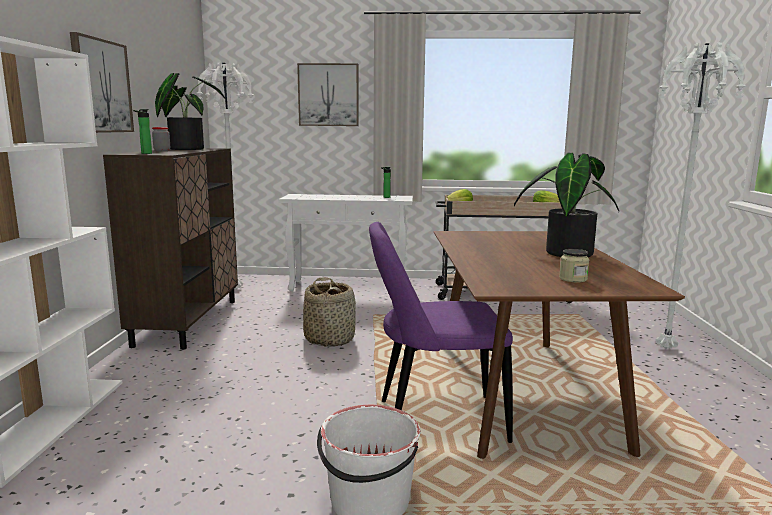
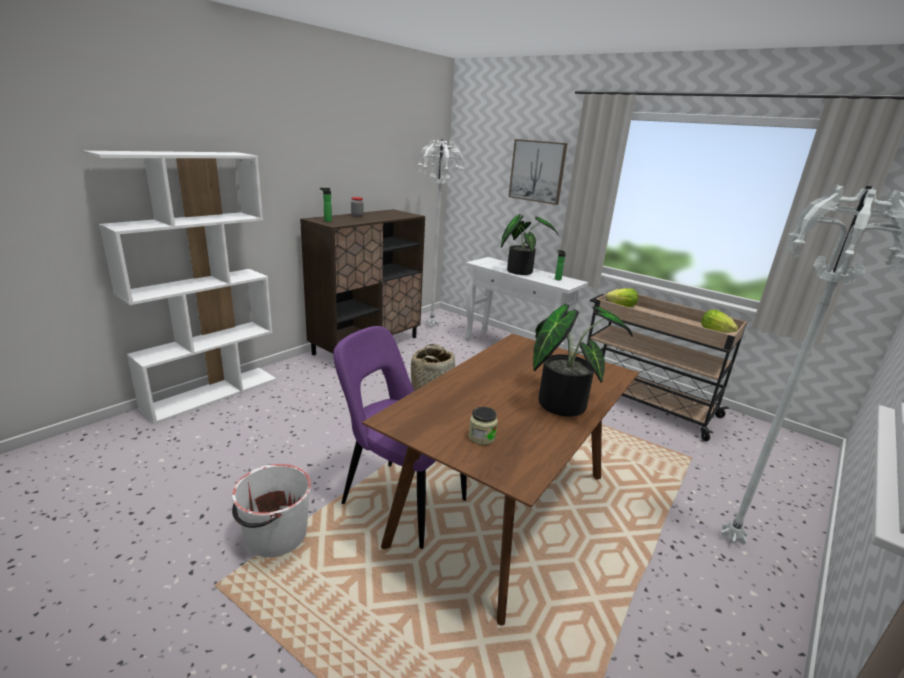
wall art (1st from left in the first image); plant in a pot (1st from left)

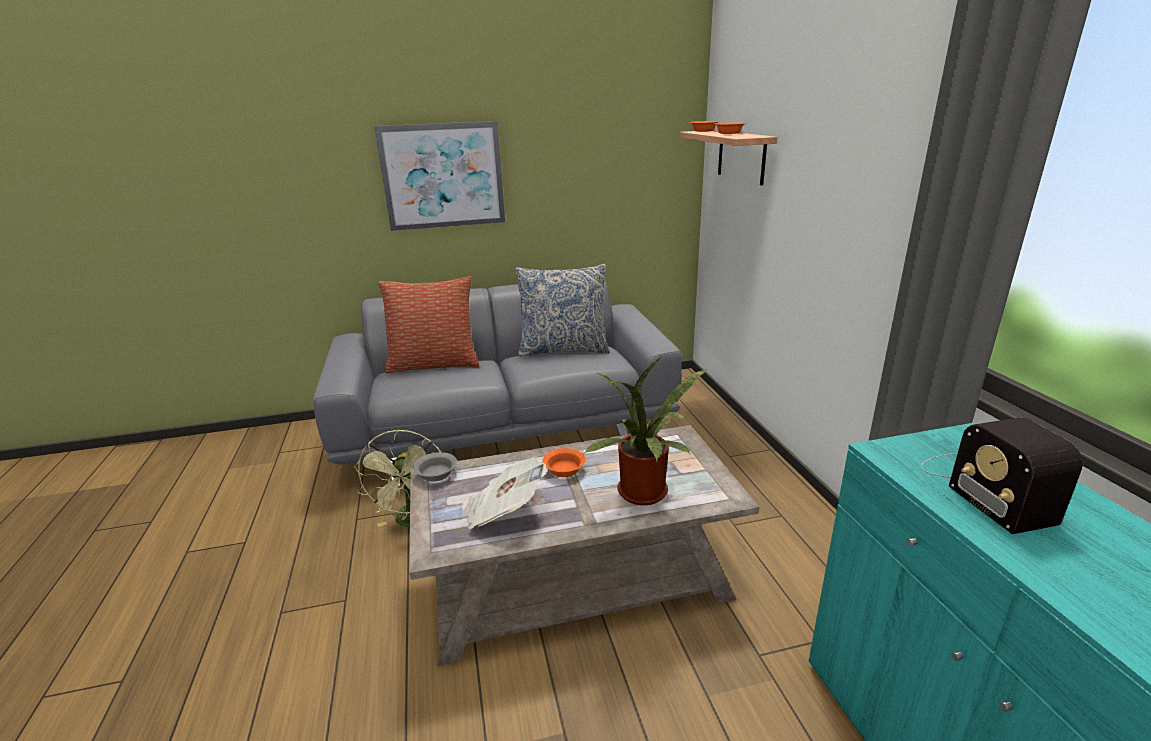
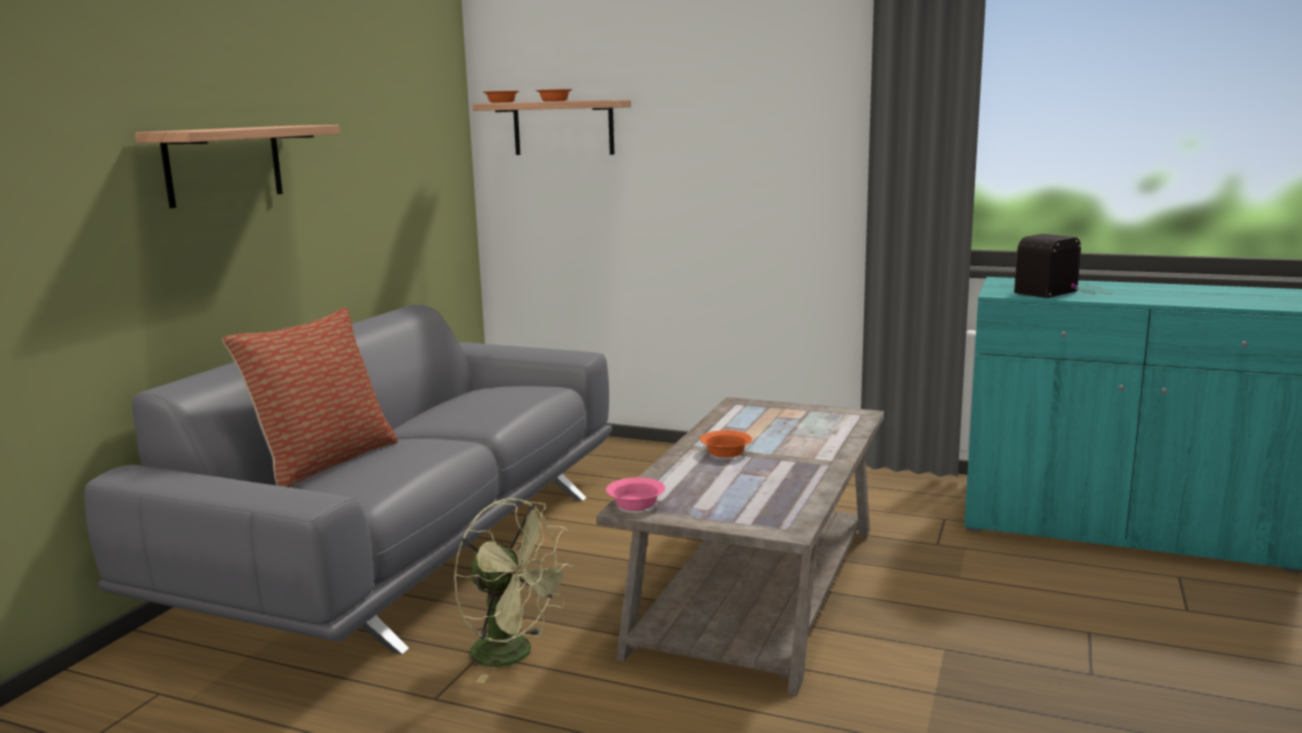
shelf (1st from left); pillow (2nd from left in the first image); plant in a pot; radio; pinkish serving bowl; printed paper

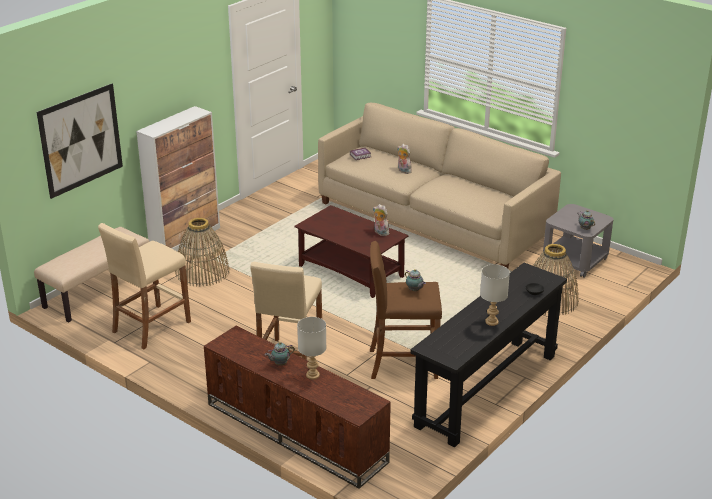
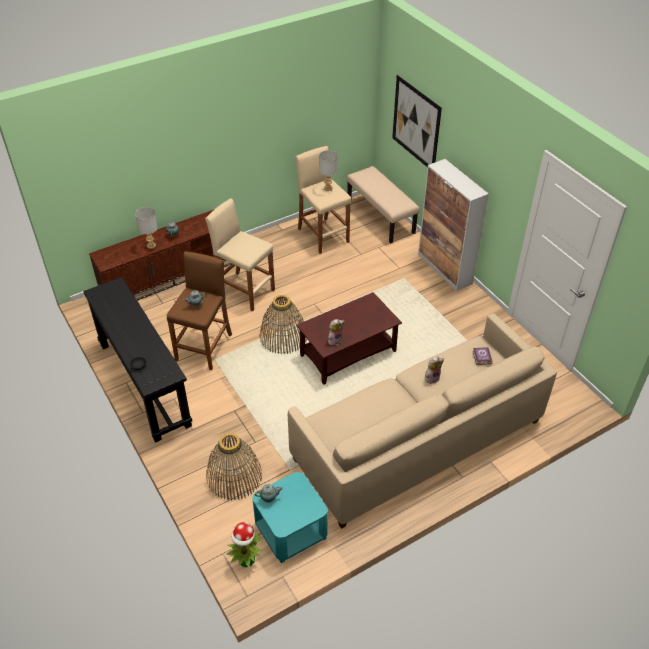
turquoise side table; household basket (2nd from left); greyish tabletop lamp (2nd from left); plant in a pot

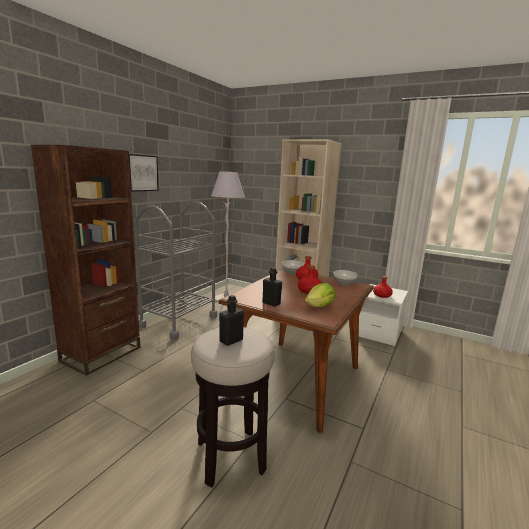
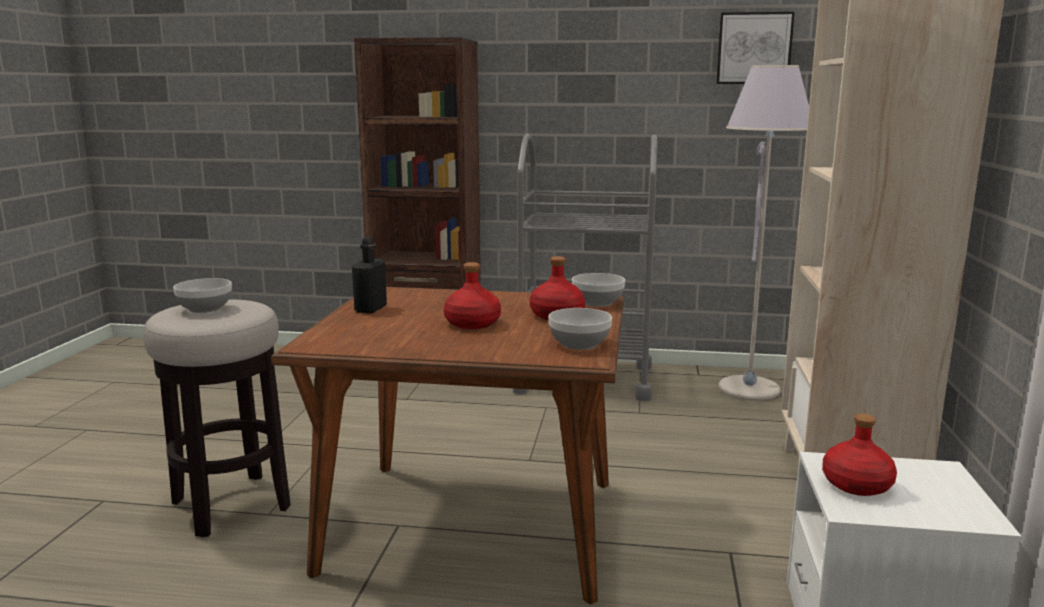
wall art; lettuce head; serving bowl (1st from left)

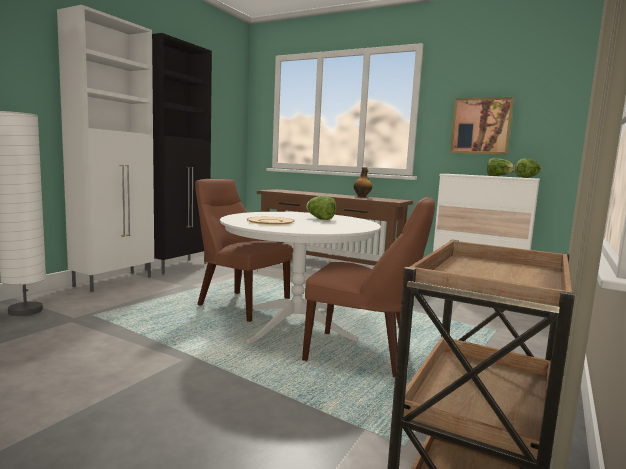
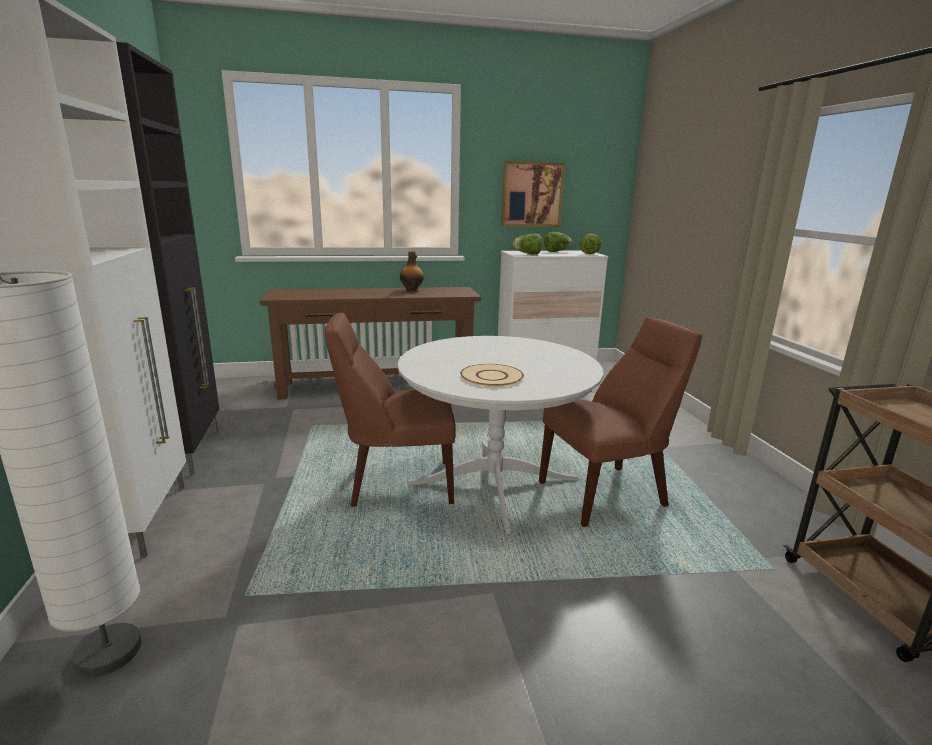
lettuce head (1st from left)

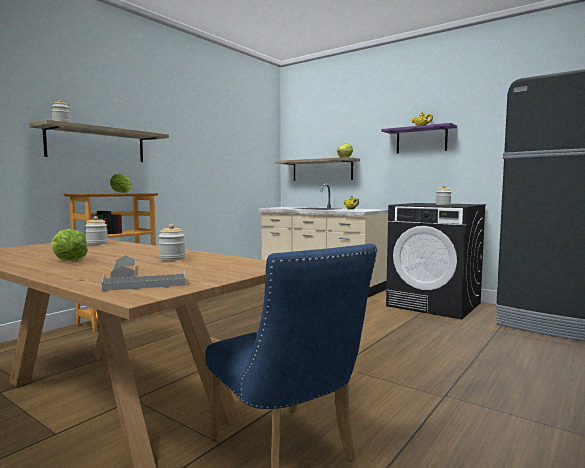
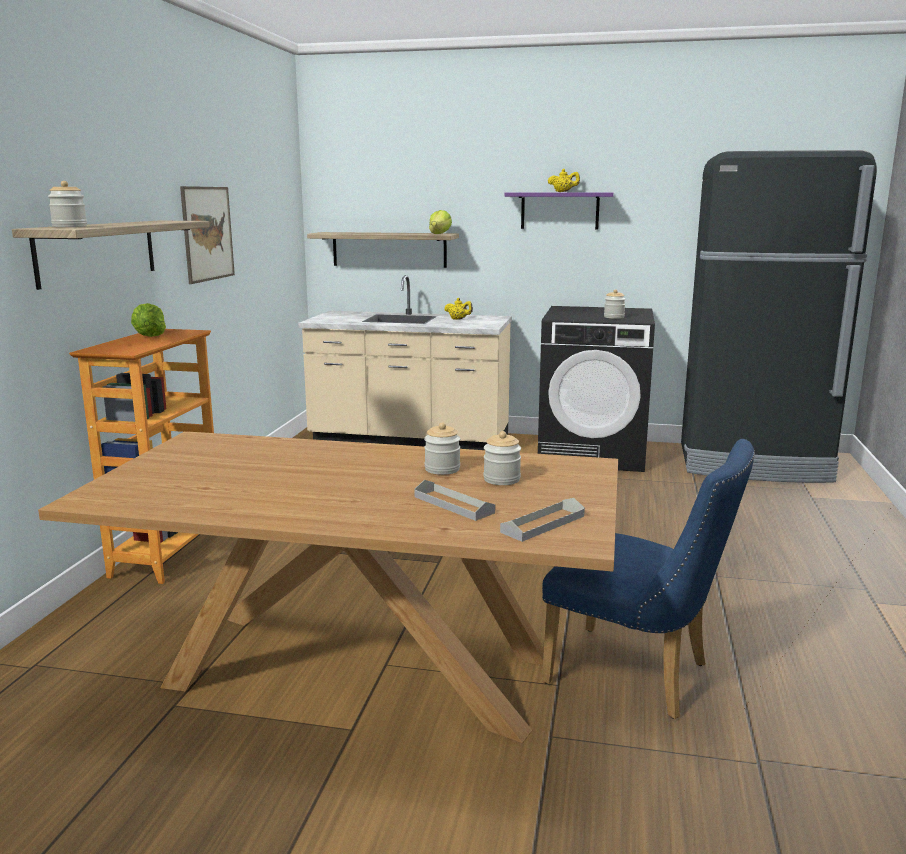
jar (3rd from left); lettuce head (1st from left in the first image); wall art

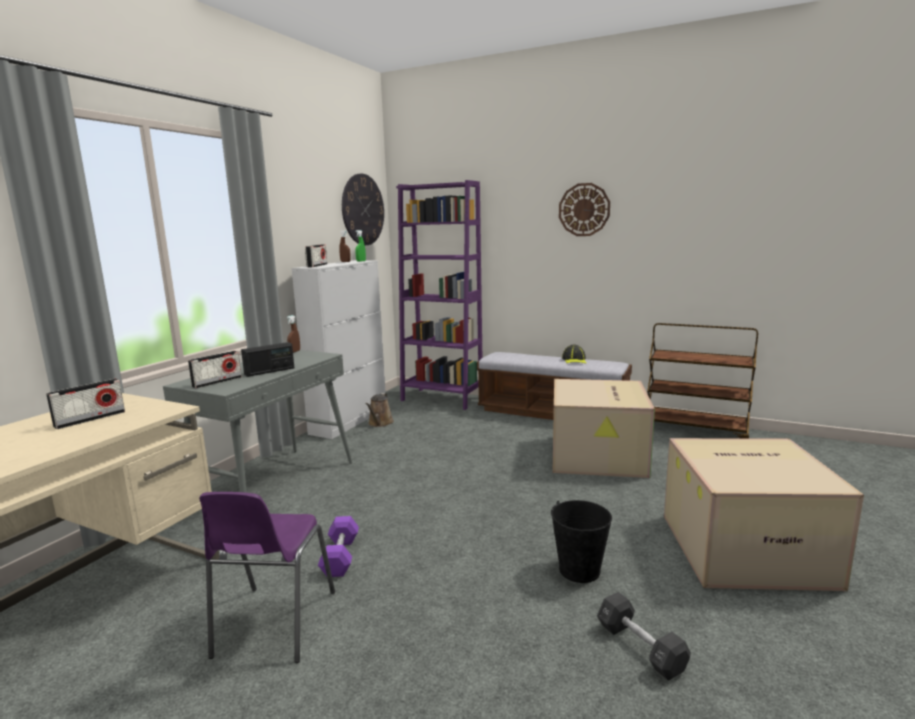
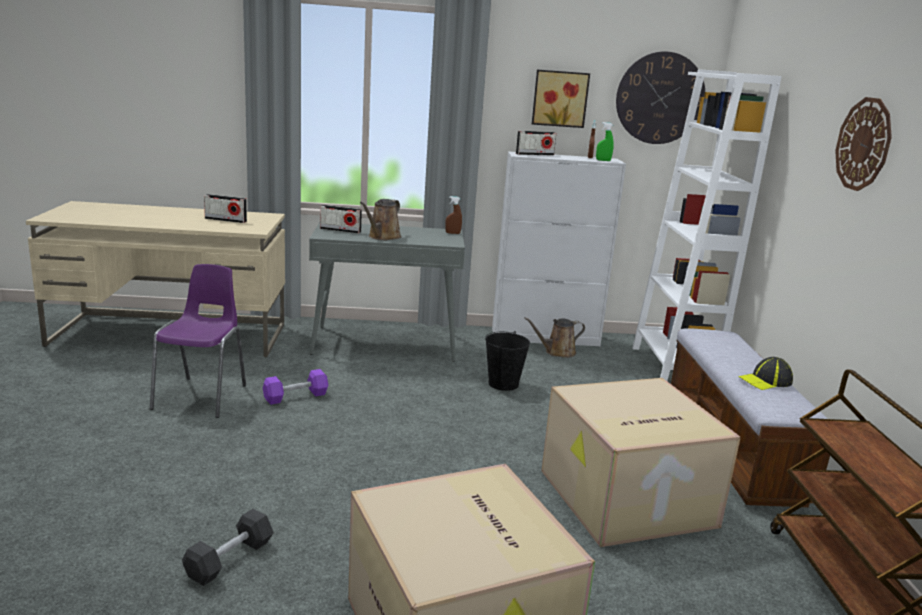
white-coloured bookcase; brownish sprinkling can (1st from left); purplish plain chair; black-coloured bucket; wall art

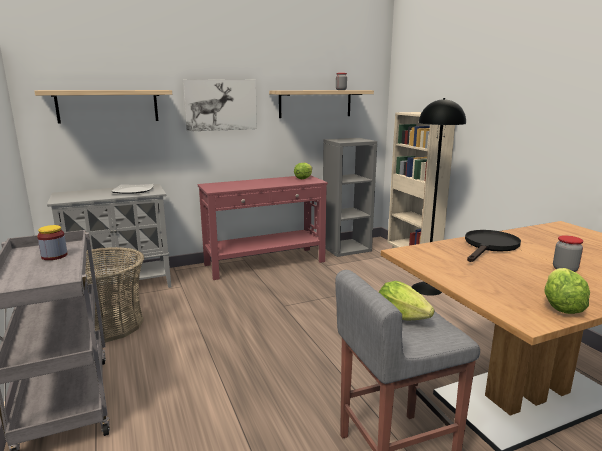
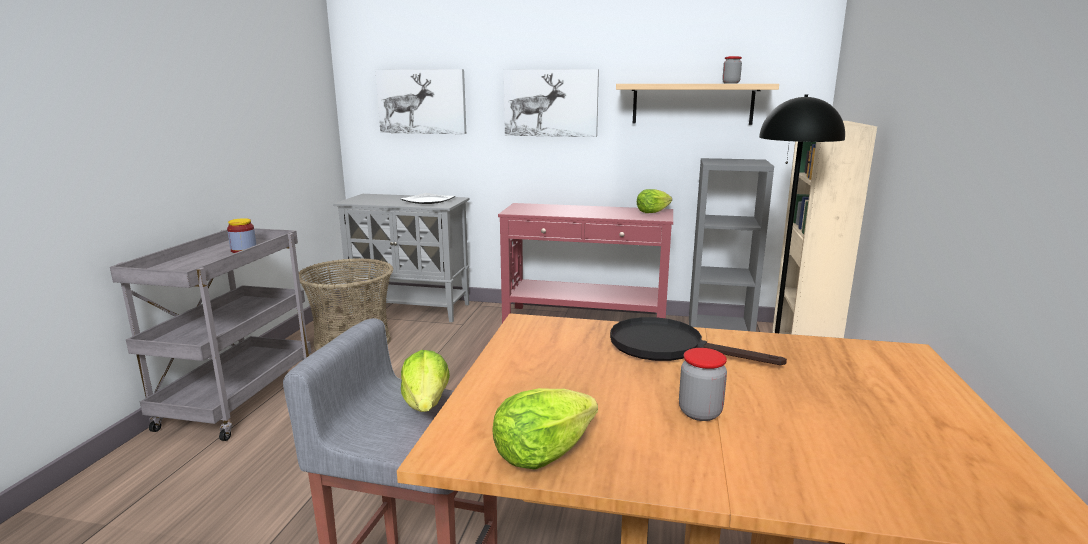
wall art (1st from left); black-coloured frying pan

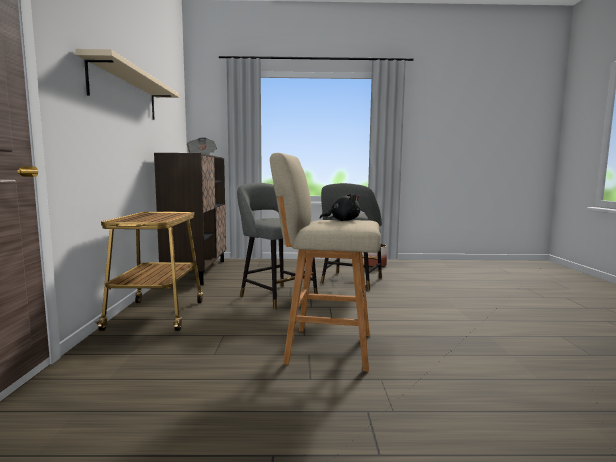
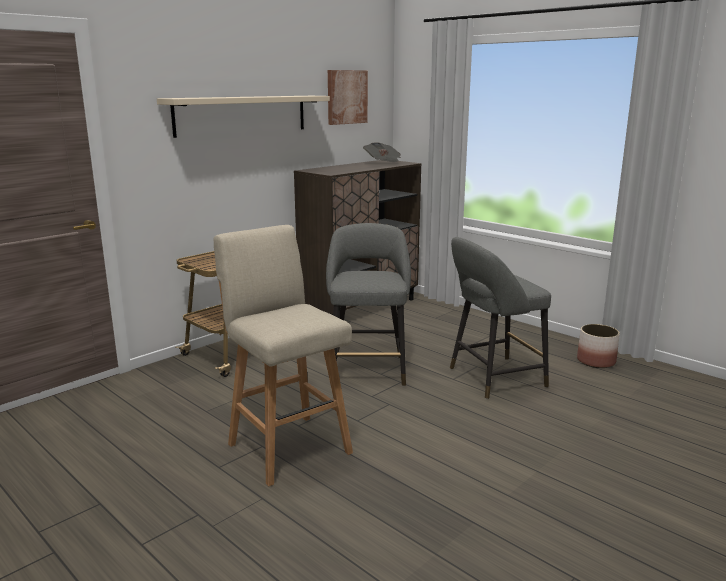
black-coloured plush toy; wall art

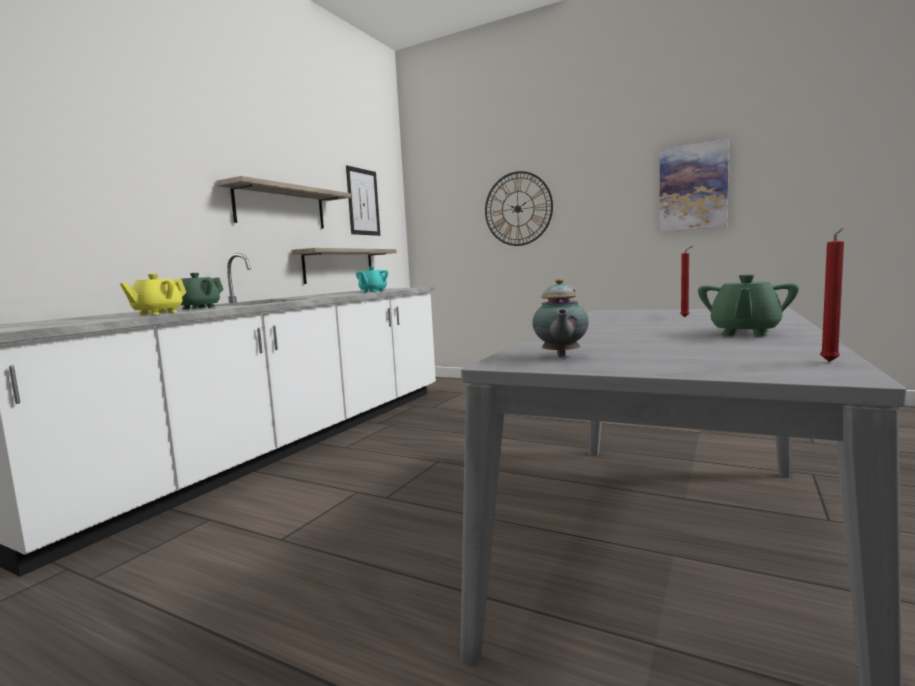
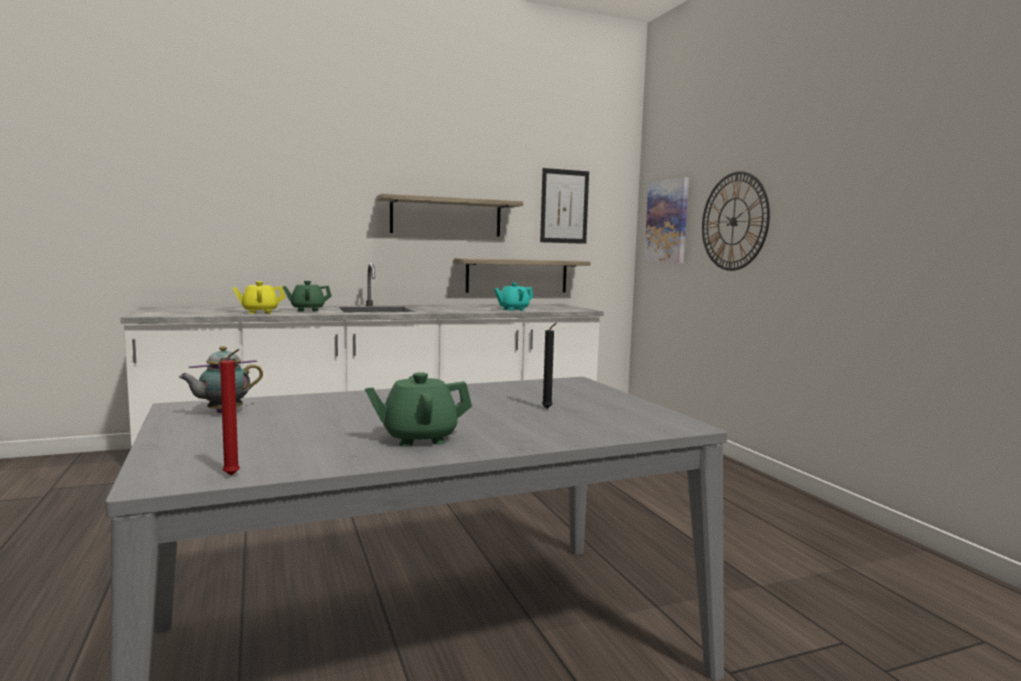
wall art (2nd from left); black-coloured candle

